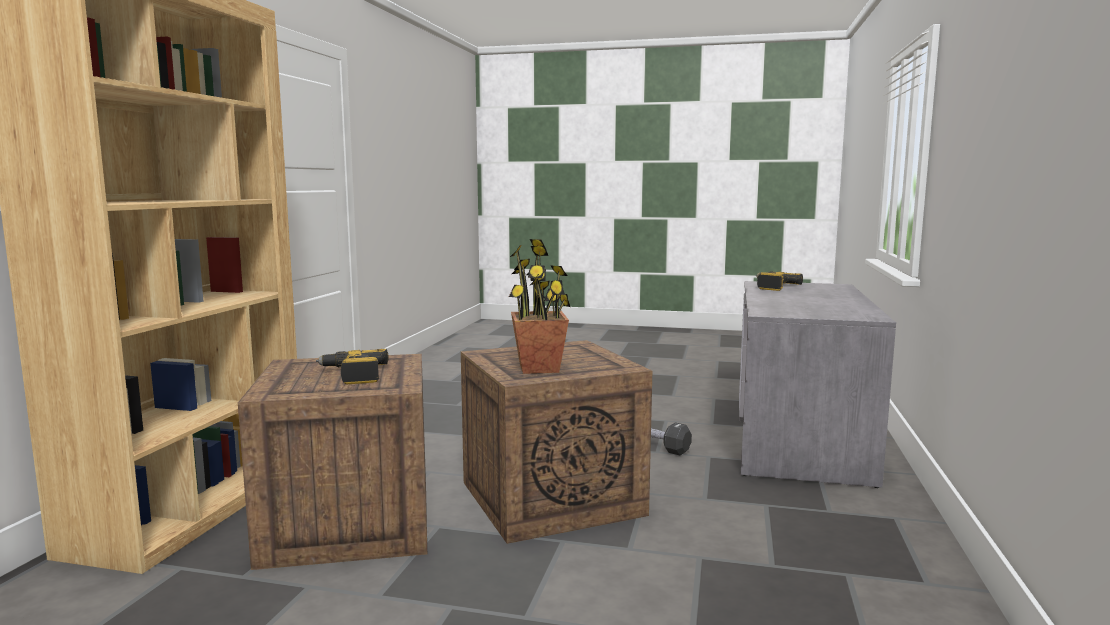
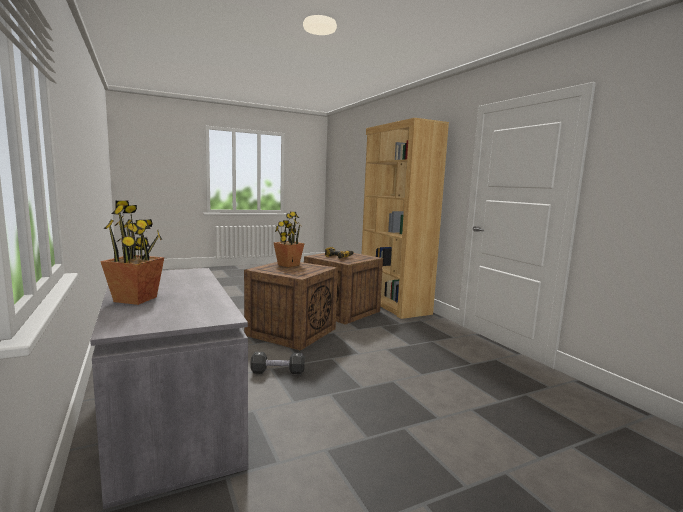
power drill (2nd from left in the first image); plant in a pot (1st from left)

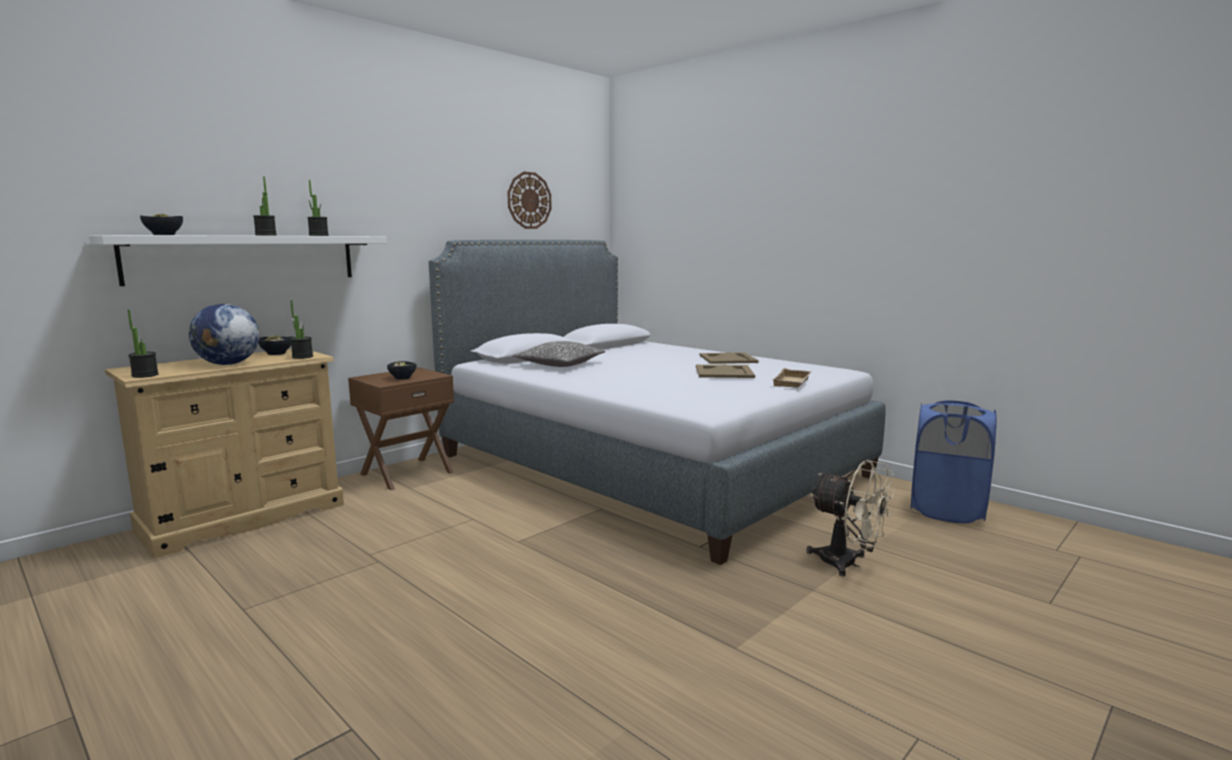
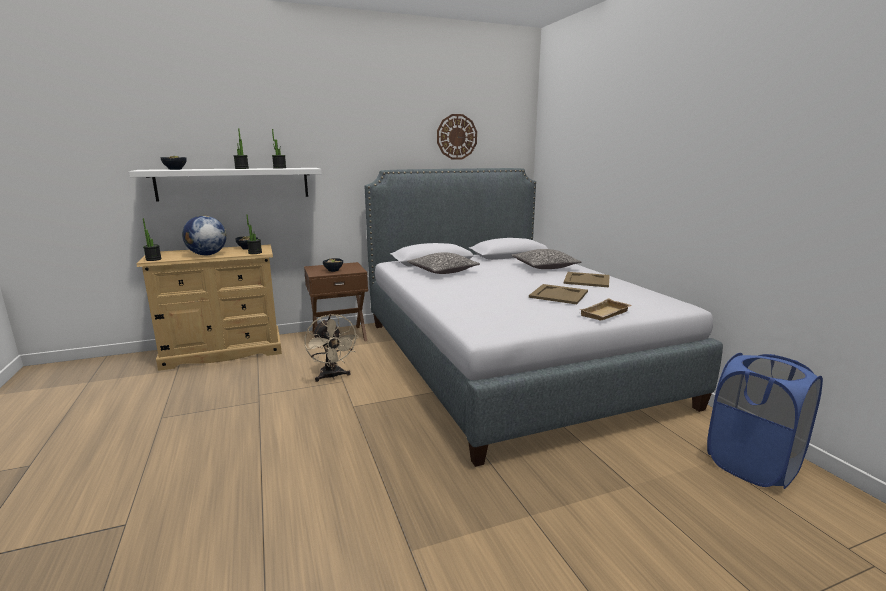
beige-coloured electric fan; pillow (2nd from left)

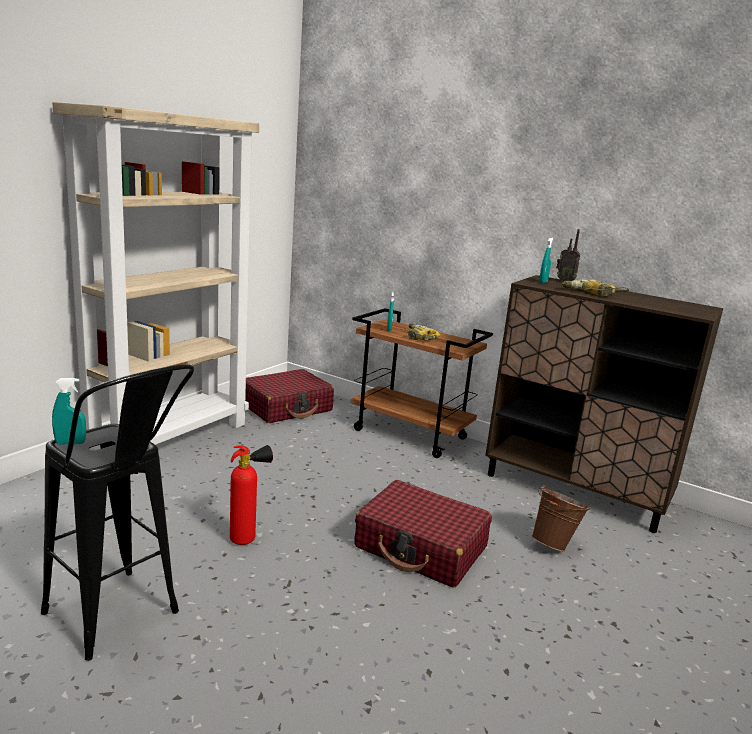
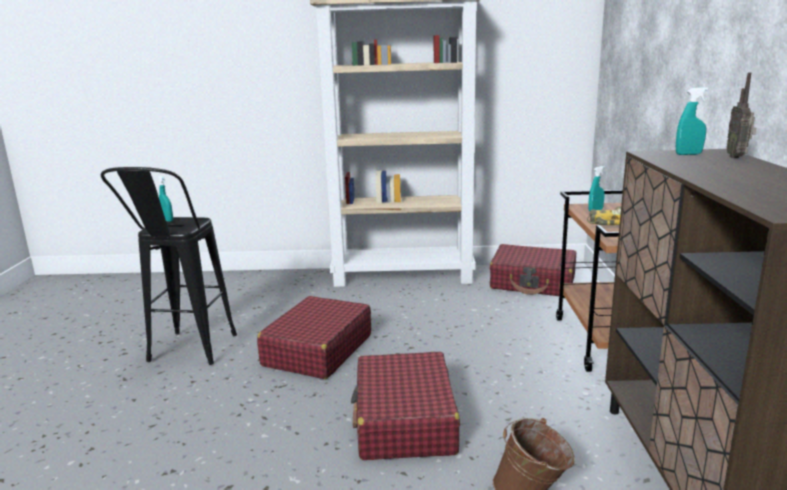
power drill (2nd from left in the first image); red-coloured suitcase (1st from left)

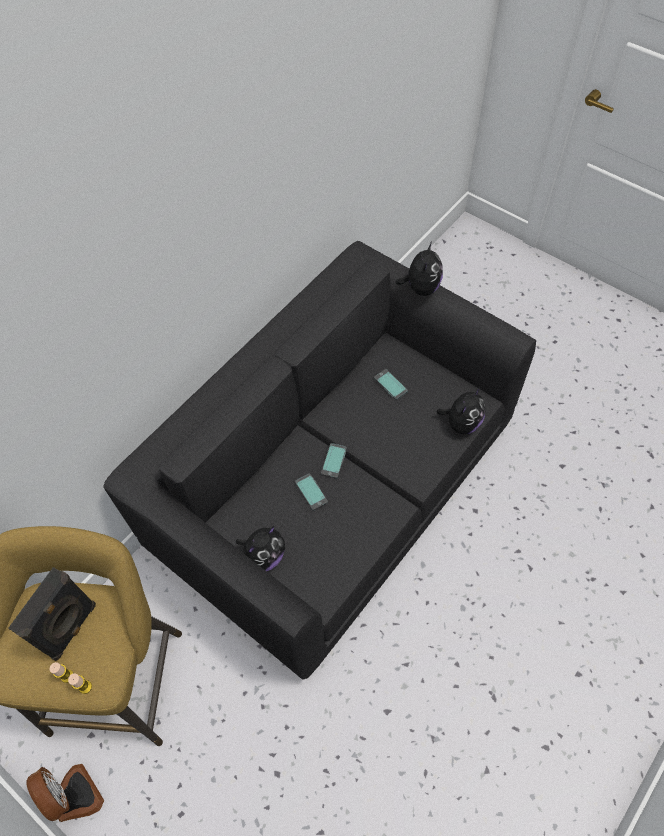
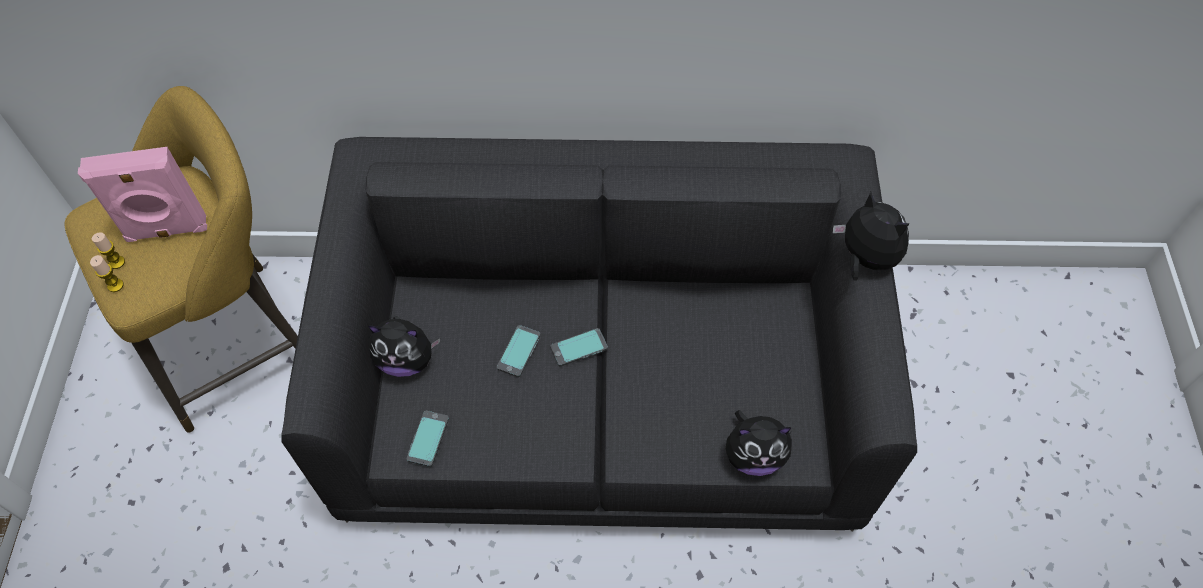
plush toy (3rd from left); handset (1st from left); pinkish audio speaker; electric fan

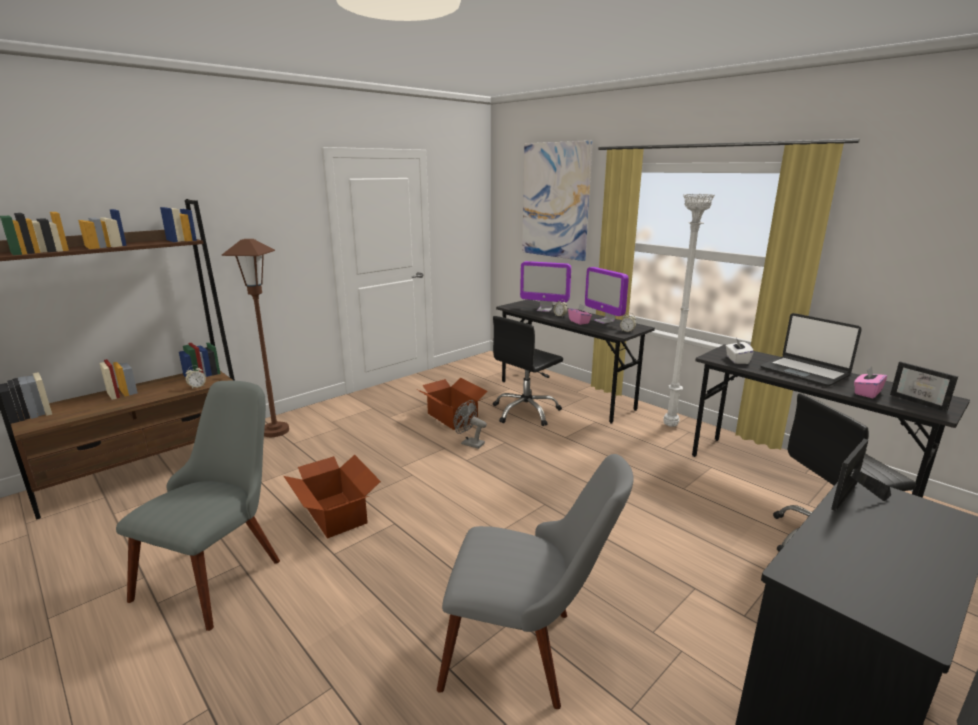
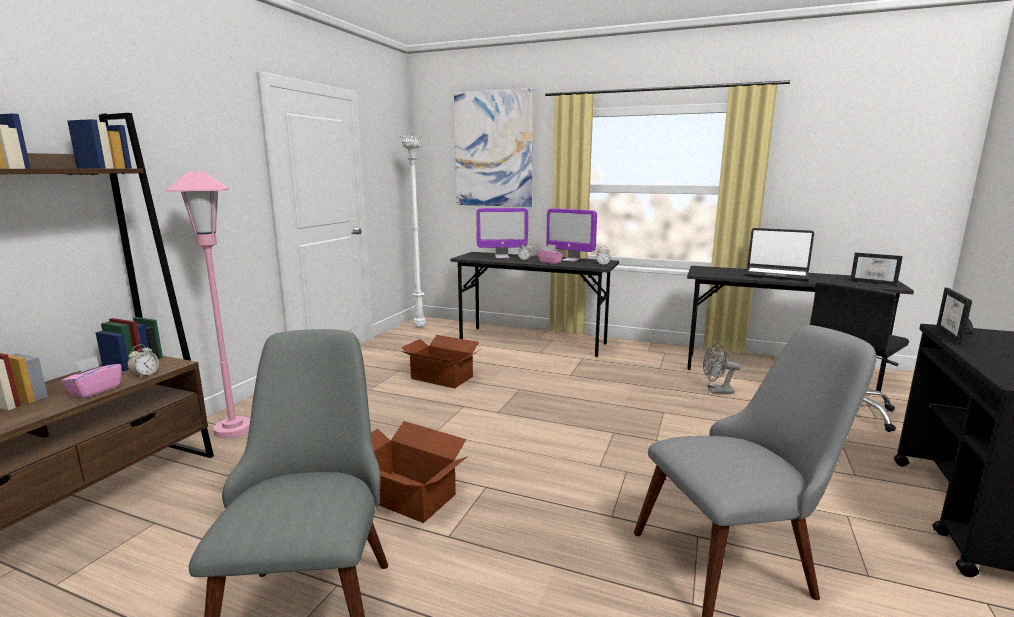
white-coloured standing lamp; pinkish standing lamp; black-coloured computer chair (1st from left in the first image); white-coloured tissue box; pinkish tissue box (1st from left); greyish electric fan

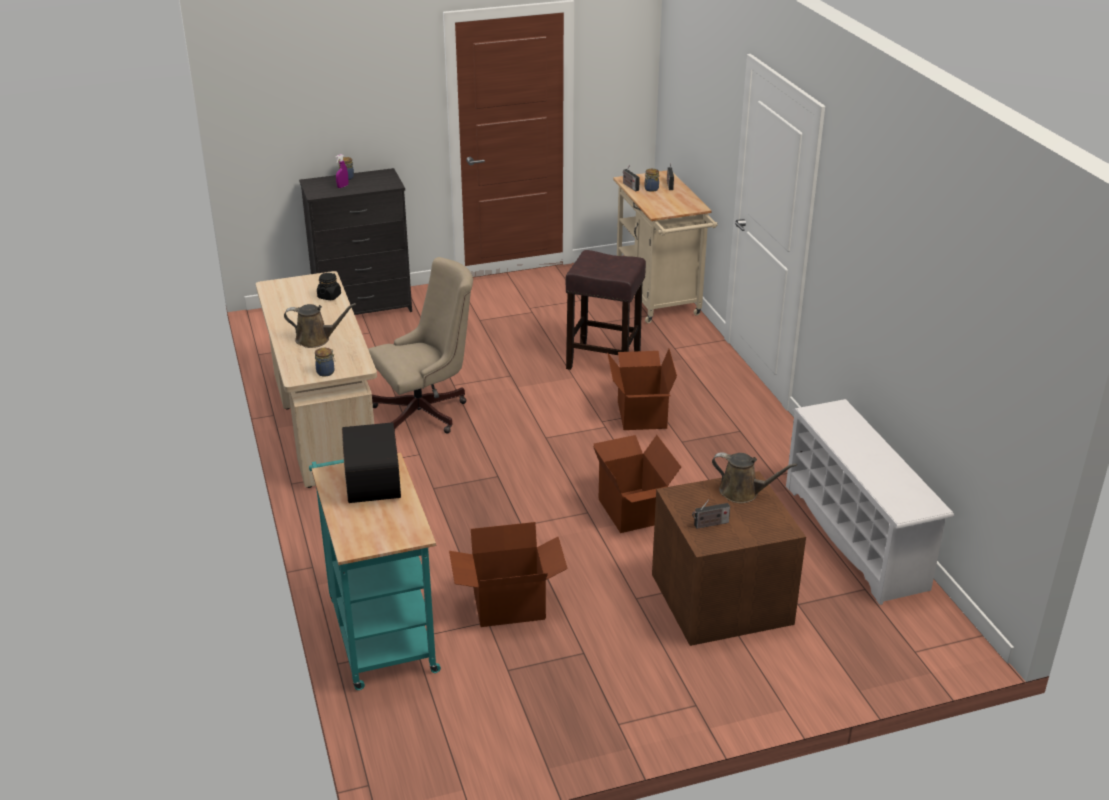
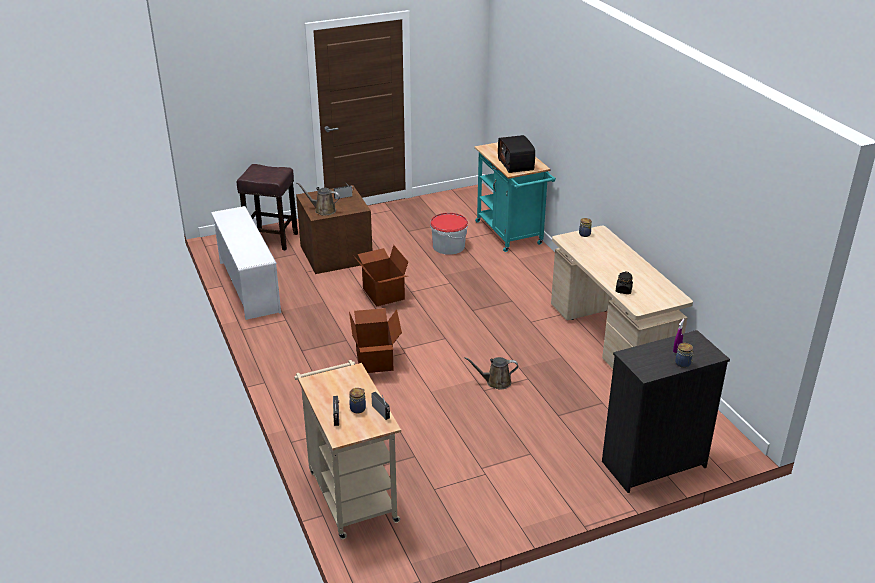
brownish stool; beige-coloured computer chair; brownish sprinkling can (2nd from left); bucket

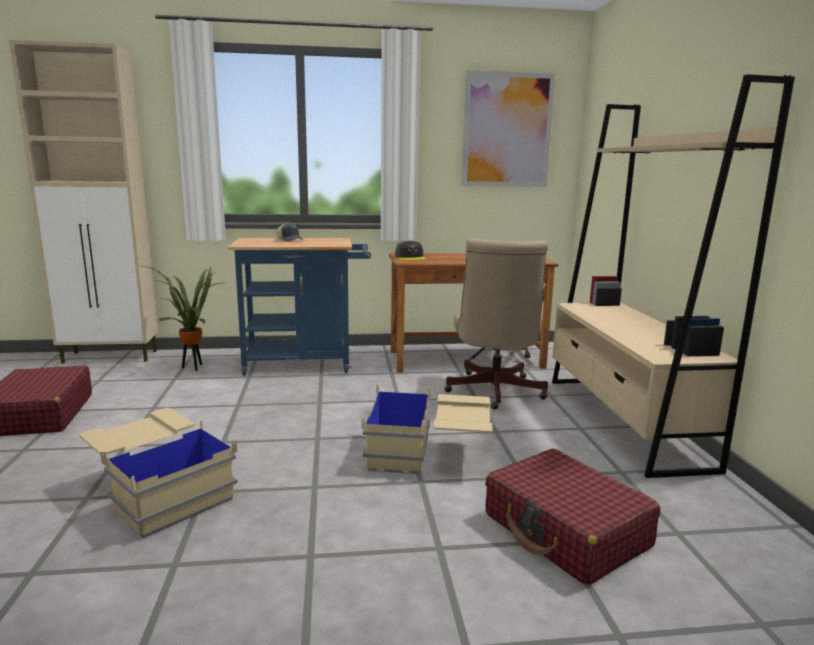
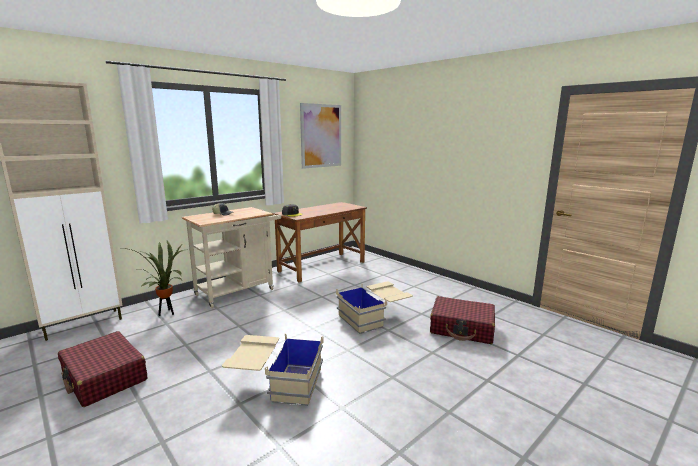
beige-coloured bookcase; beige-coloured cart; beige-coloured computer chair

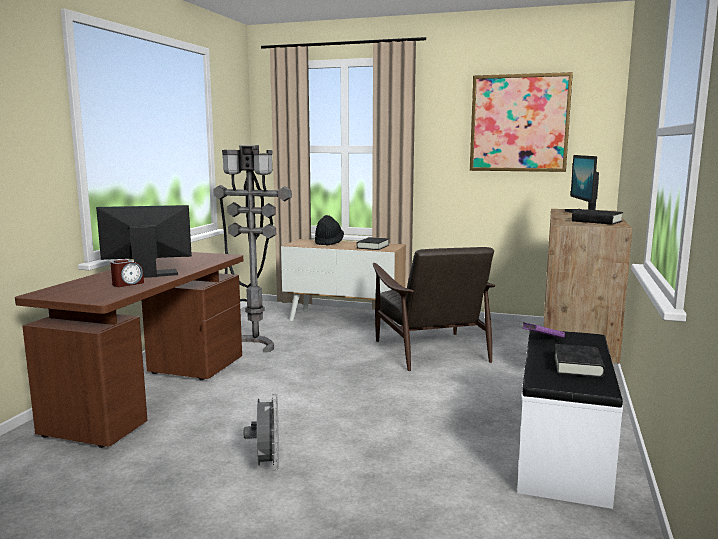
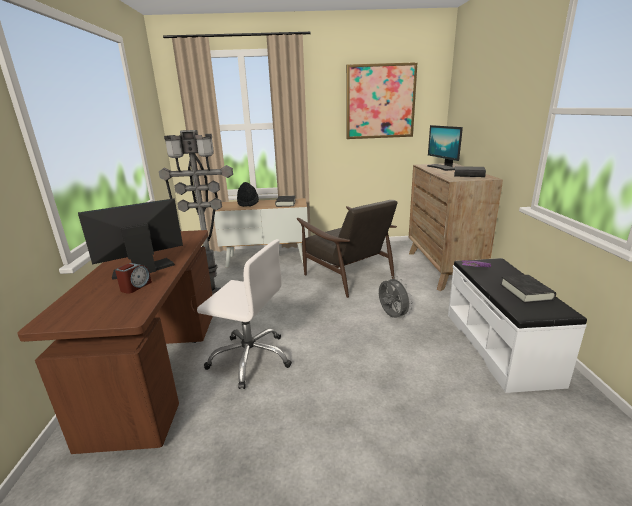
greyish electric fan; white-coloured computer chair

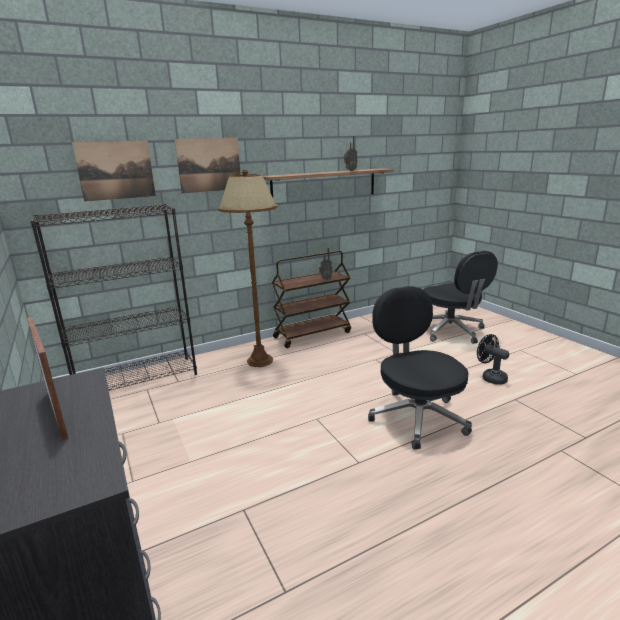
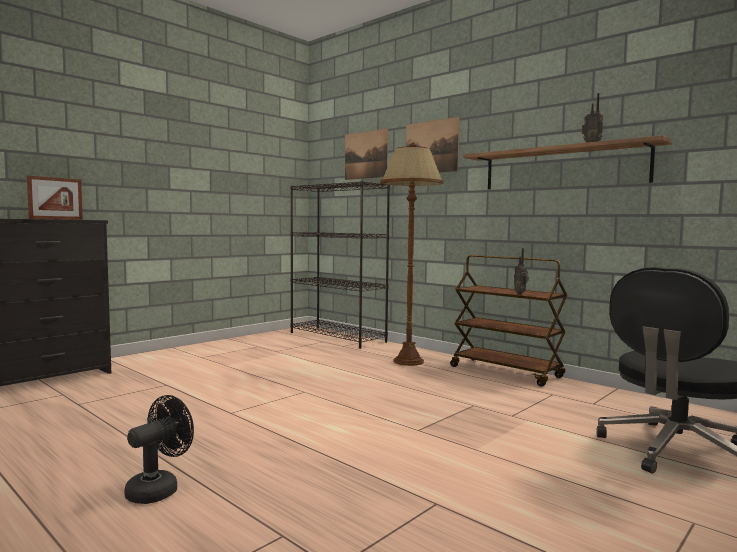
black-coloured computer chair (1st from left in the first image); black-coloured electric fan

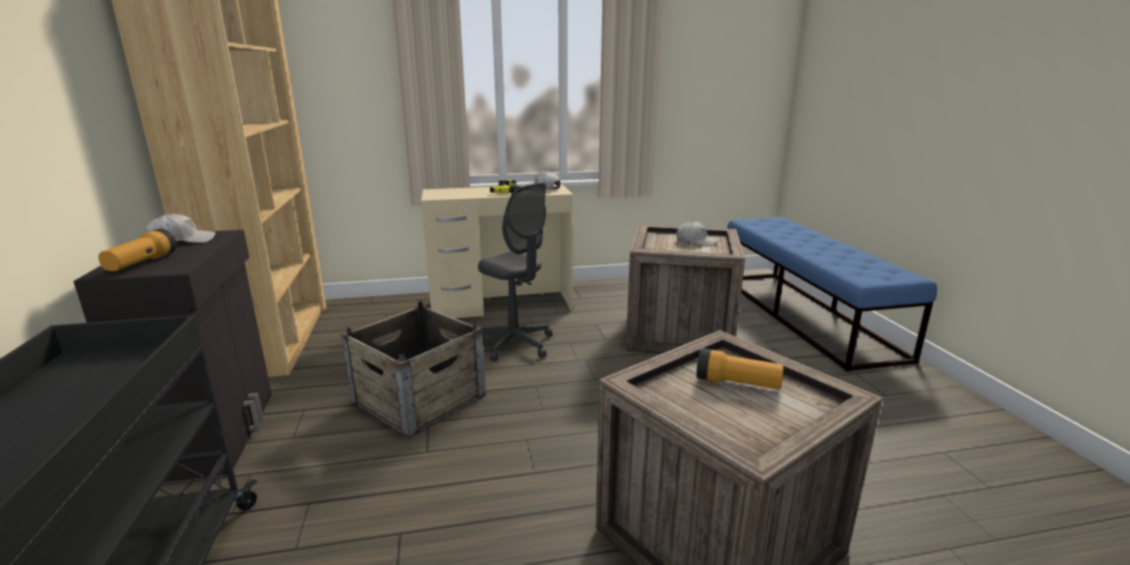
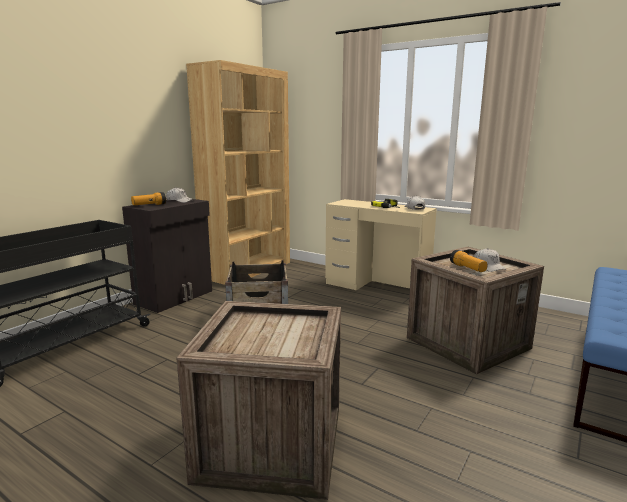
greyish computer chair; torch (2nd from left)

